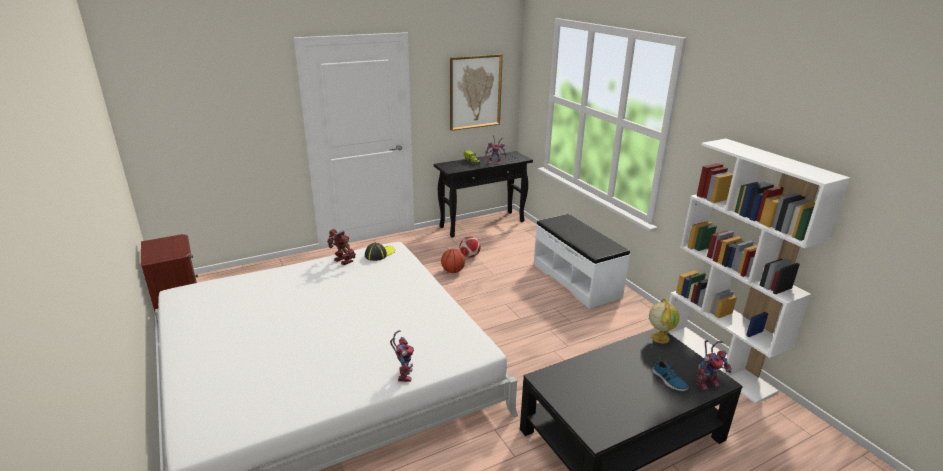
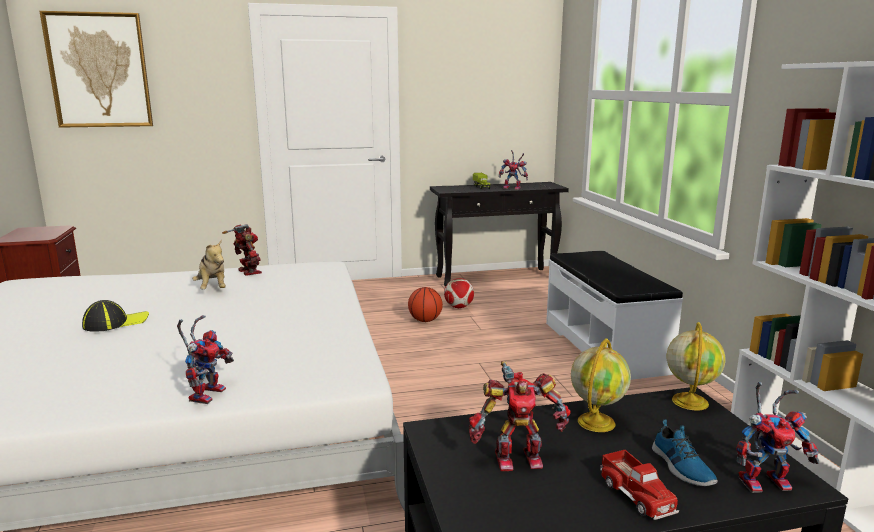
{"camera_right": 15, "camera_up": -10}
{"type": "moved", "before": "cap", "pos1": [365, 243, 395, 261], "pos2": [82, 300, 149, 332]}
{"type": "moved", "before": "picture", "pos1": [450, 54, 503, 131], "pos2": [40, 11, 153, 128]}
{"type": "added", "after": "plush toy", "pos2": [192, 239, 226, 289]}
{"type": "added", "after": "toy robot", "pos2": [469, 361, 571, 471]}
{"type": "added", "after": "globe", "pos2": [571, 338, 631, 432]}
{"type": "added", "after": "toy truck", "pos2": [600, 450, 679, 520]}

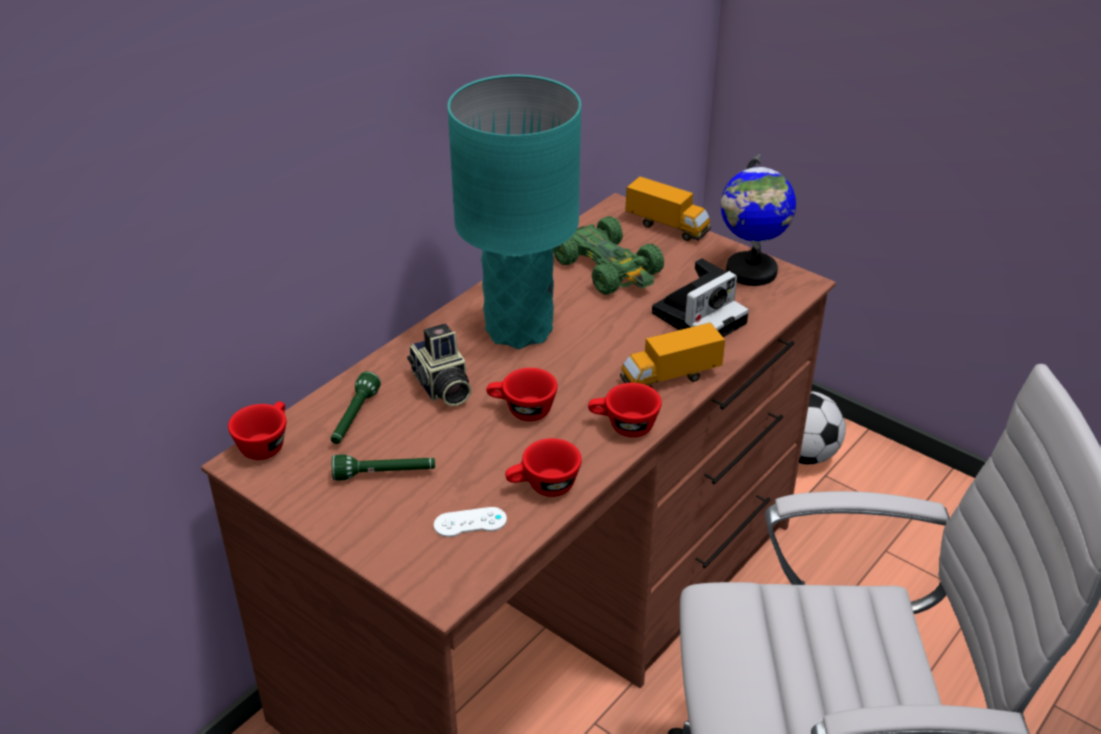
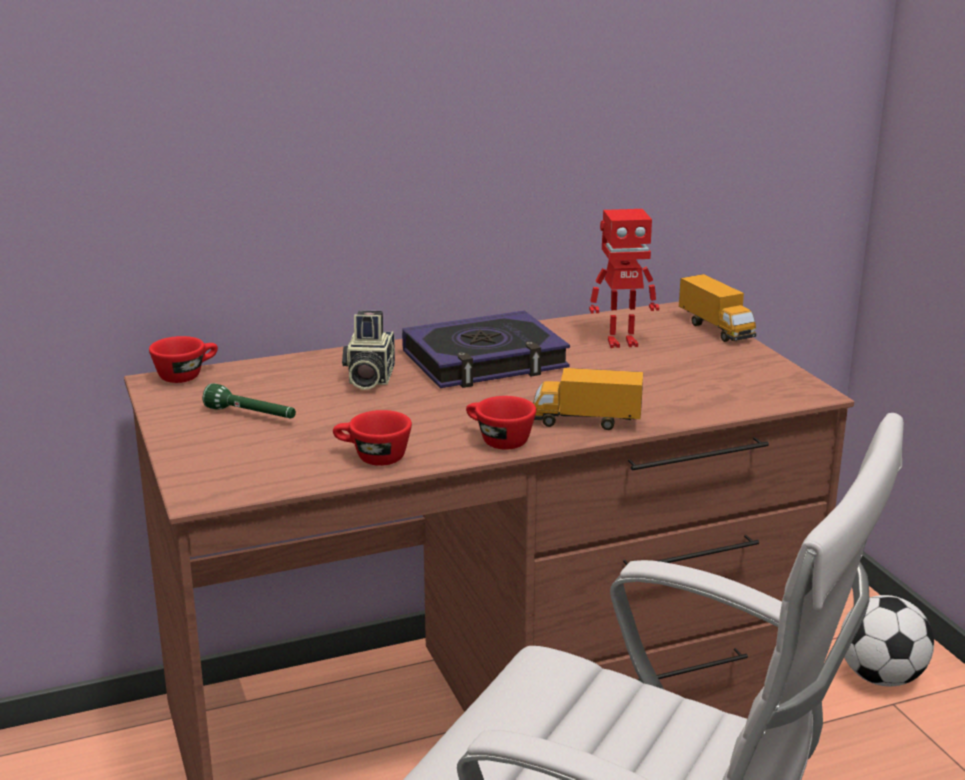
{"camera_right": 30, "camera_up": -15}
{"type": "removed", "before": "flashlight (green)", "pos1": [331, 371, 381, 444]}
{"type": "removed", "before": "game controller (white)", "pos1": [434, 507, 507, 537]}
{"type": "replaced", "before": "table lamp (turquoise)", "after": "book", "pos1": [447, 75, 581, 349], "pos2": [402, 310, 570, 388]}
{"type": "removed", "before": "cup (red)", "pos1": [486, 368, 558, 421]}
{"type": "replaced", "before": "toy car (green)", "after": "toy robot", "pos1": [553, 216, 664, 295], "pos2": [589, 209, 659, 348]}
{"type": "removed", "before": "photo camera", "pos1": [652, 258, 749, 337]}
{"type": "removed", "before": "globe", "pos1": [721, 154, 796, 286]}

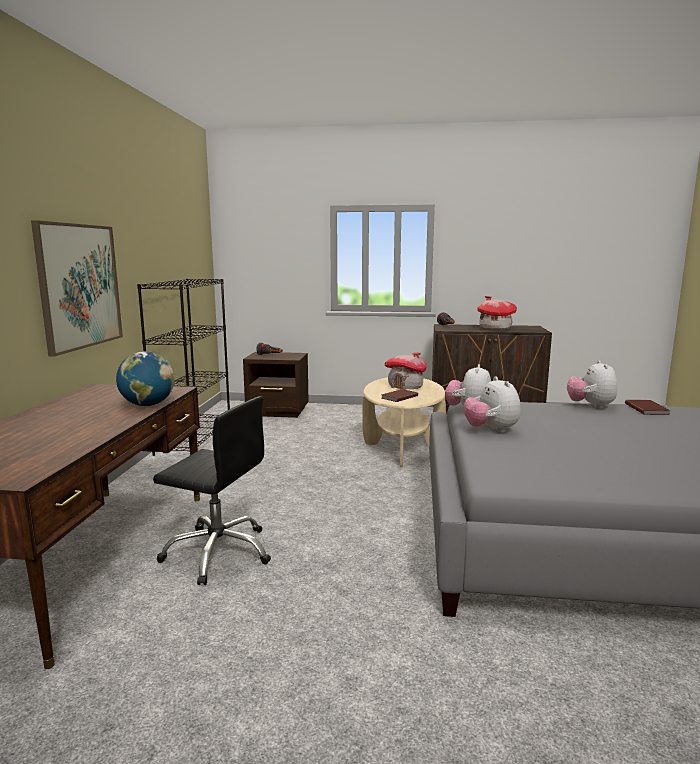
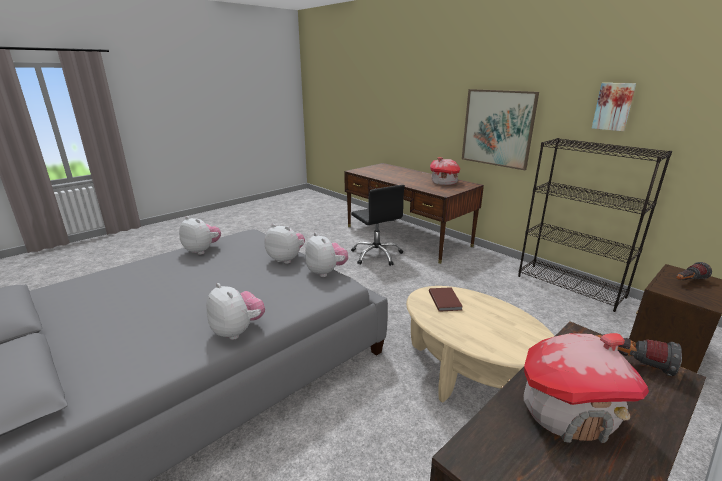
{"camera_right": 130, "camera_up": 10}
{"type": "removed", "before": "globe", "pos1": [116, 351, 175, 406]}
{"type": "turned", "before": "office chair (black)", "pos1": [153, 396, 271, 585], "pos2": [351, 185, 405, 266], "turn": -90}
{"type": "moved", "before": "toy house", "pos1": [385, 352, 427, 390], "pos2": [430, 157, 460, 185]}
{"type": "removed", "before": "book (brown)", "pos1": [625, 400, 671, 415]}
{"type": "added", "after": "plush toy", "pos2": [179, 216, 221, 255]}
{"type": "added", "after": "picture", "pos2": [592, 83, 636, 131]}

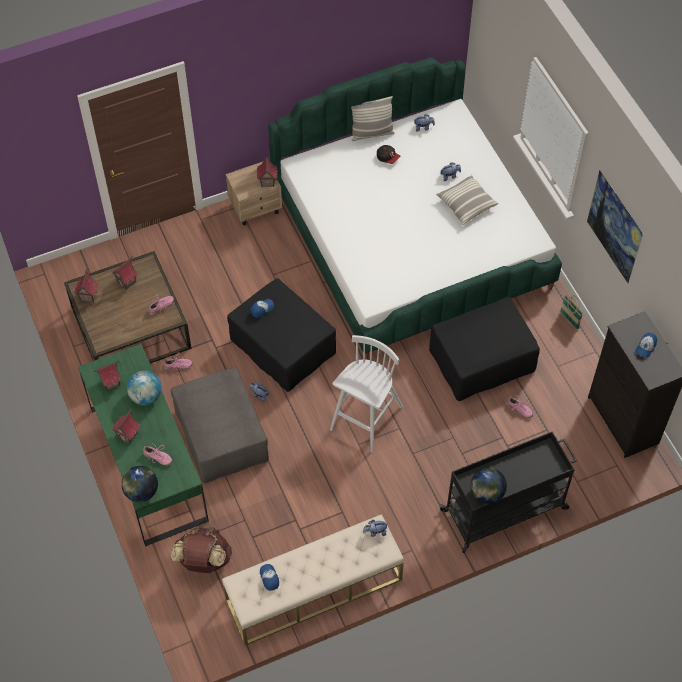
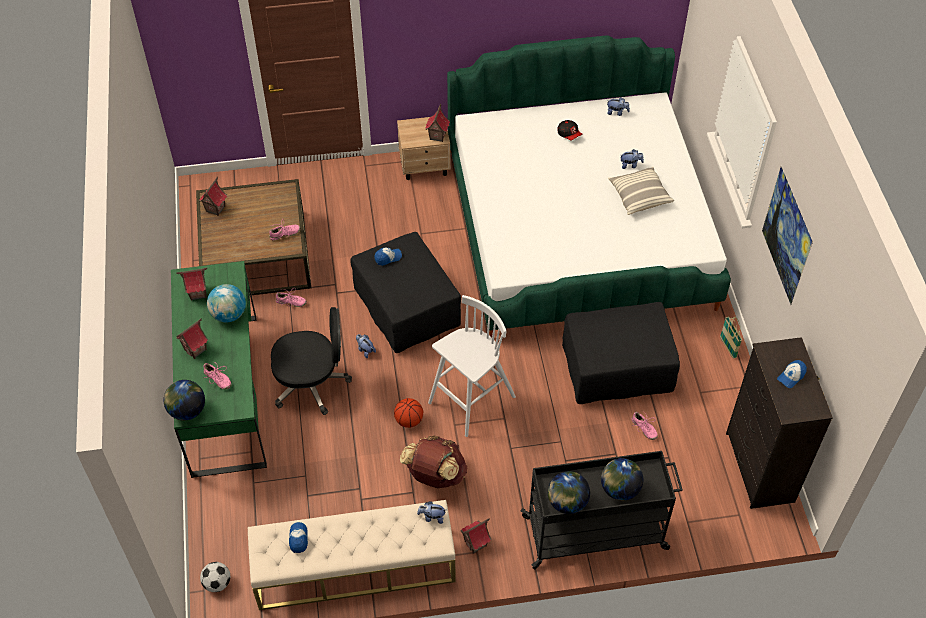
{"camera_right": 15, "camera_up": -5}
{"type": "moved", "before": "toy house", "pos1": [112, 257, 138, 290], "pos2": [460, 518, 492, 554]}
{"type": "replaced", "before": "ottoman (grey)", "after": "office chair (black)", "pos1": [171, 368, 269, 484], "pos2": [271, 307, 352, 415]}
{"type": "moved", "before": "backpack (brown)", "pos1": [171, 526, 232, 573], "pos2": [400, 435, 467, 488]}
{"type": "removed", "before": "pillow", "pos1": [351, 96, 395, 141]}
{"type": "added", "after": "football", "pos2": [200, 562, 230, 592]}
{"type": "added", "after": "basketball", "pos2": [394, 398, 423, 428]}
{"type": "added", "after": "globe", "pos2": [601, 458, 643, 501]}

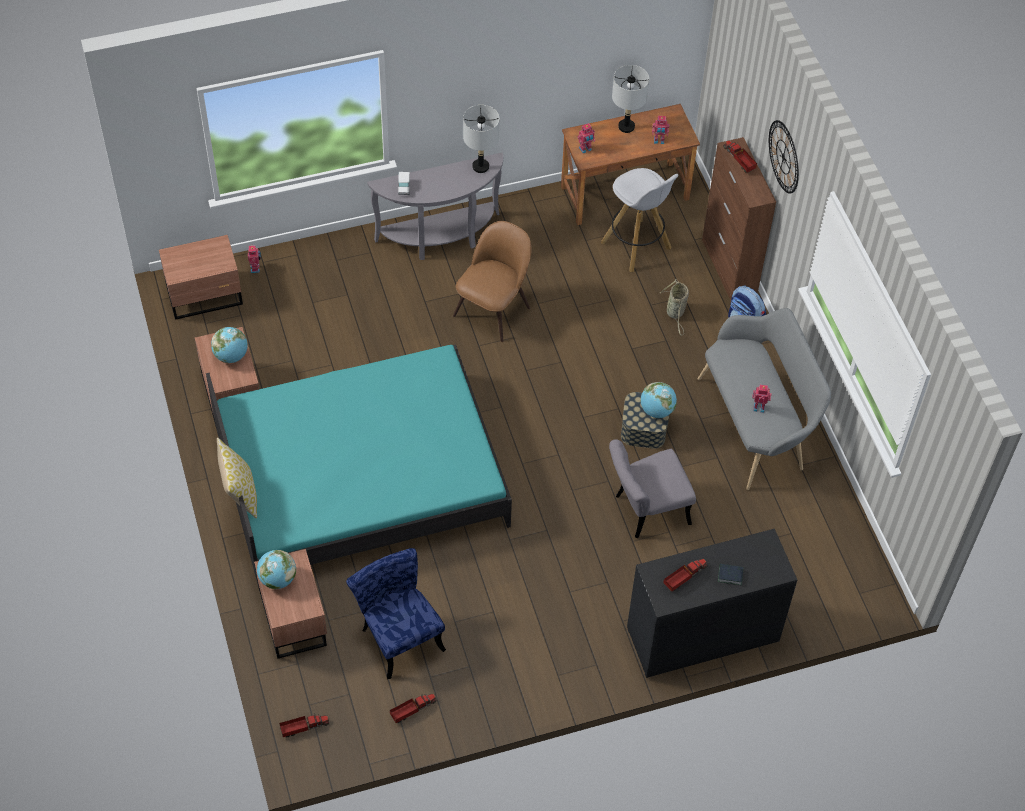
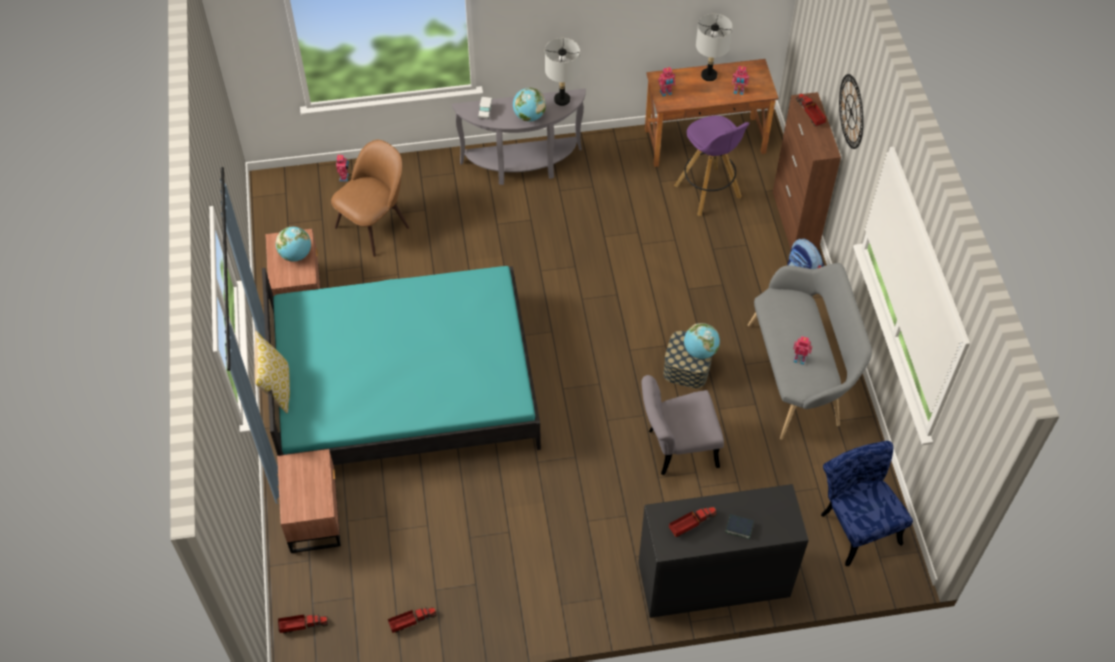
{"camera_right": 10, "camera_up": 0}
{"type": "removed", "before": "nightstand (brown)", "pos1": [159, 235, 243, 320]}
{"type": "moved", "before": "globe", "pos1": [257, 550, 296, 589], "pos2": [513, 88, 546, 121]}
{"type": "moved", "before": "chair (blue)", "pos1": [346, 548, 446, 679], "pos2": [821, 441, 913, 566]}
{"type": "moved", "before": "chair (brown)", "pos1": [453, 221, 532, 342], "pos2": [331, 140, 409, 257]}
{"type": "recoloured", "before": "stool (white)", "after": "stool (purple)", "pos1": [601, 168, 679, 272], "pos2": [674, 115, 749, 216]}
{"type": "removed", "before": "basket", "pos1": [660, 279, 689, 335]}

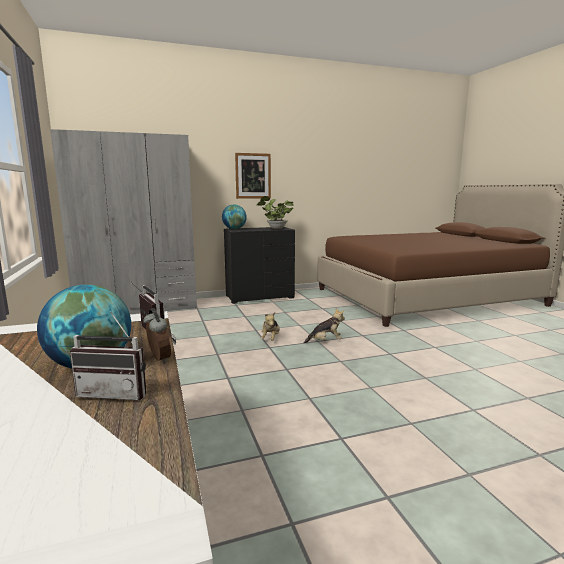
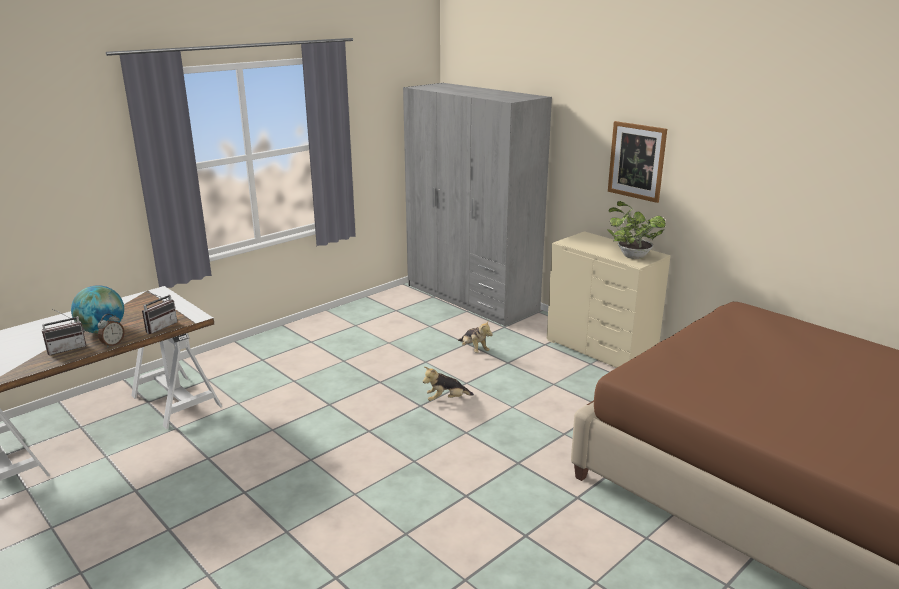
{"camera_right": 65, "camera_up": 10}
{"type": "turned", "before": "radio", "pos1": [70, 312, 146, 400], "pos2": [42, 309, 87, 355], "turn": -105}
{"type": "removed", "before": "globe", "pos1": [222, 205, 247, 229]}
{"type": "recoloured", "before": "dresser (black)", "after": "dresser (beige)", "pos1": [224, 227, 295, 304], "pos2": [547, 231, 671, 368]}
{"type": "moved", "before": "plush toy", "pos1": [304, 308, 345, 344], "pos2": [458, 321, 493, 353]}

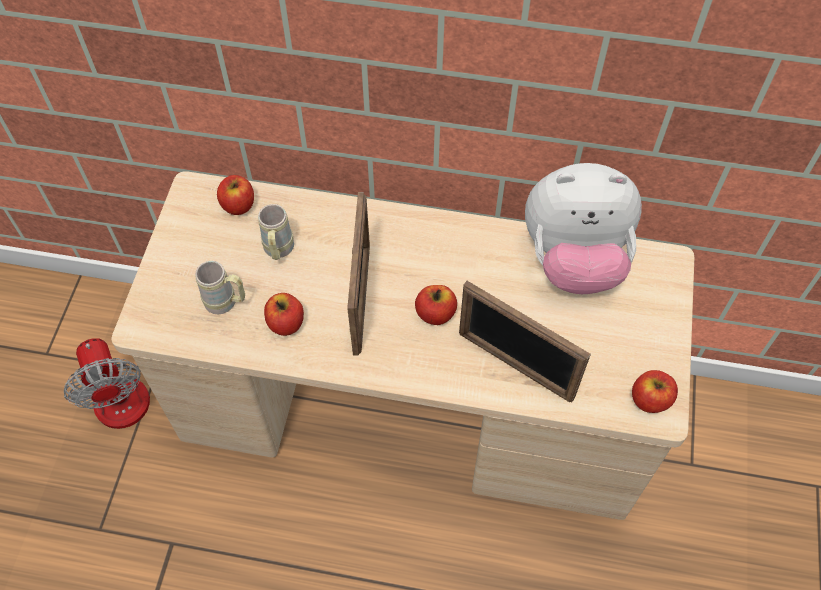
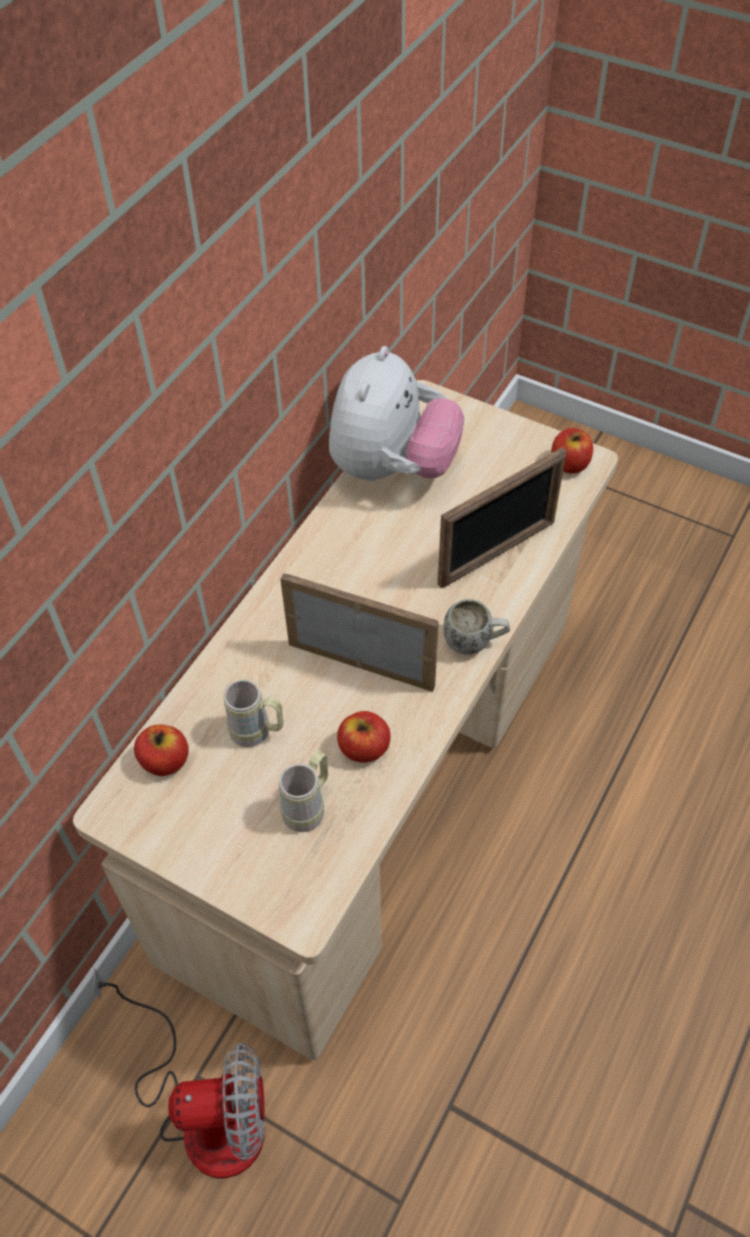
{"camera_right": -70, "camera_up": -5}
{"type": "removed", "before": "apple", "pos1": [415, 285, 457, 325]}
{"type": "added", "after": "mug (white)", "pos2": [443, 599, 510, 655]}

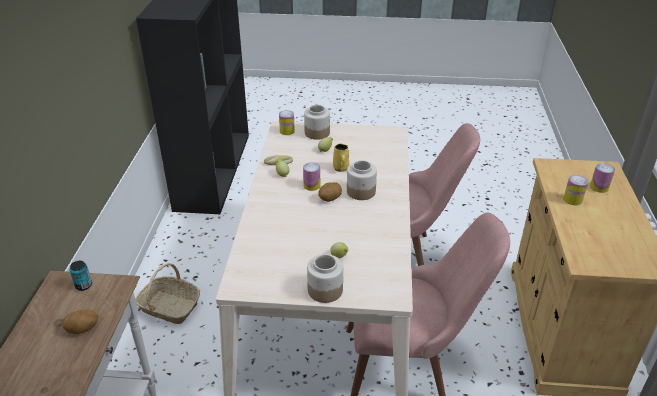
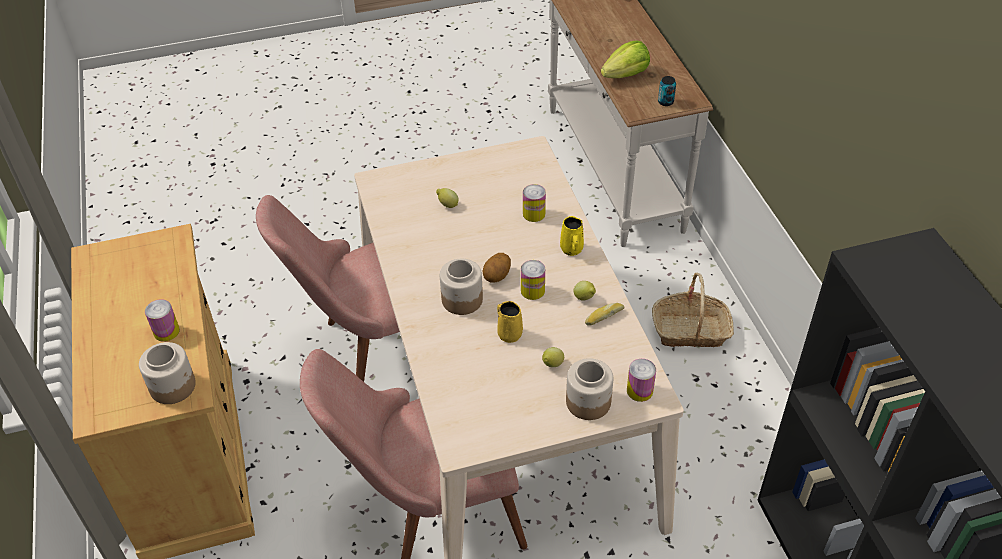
{"camera_right": 160, "camera_up": 10}
{"type": "replaced", "before": "potato", "after": "lettuce", "pos1": [62, 310, 98, 334], "pos2": [601, 41, 650, 78]}
{"type": "moved", "before": "jar", "pos1": [307, 254, 343, 303], "pos2": [139, 342, 196, 404]}
{"type": "moved", "before": "can", "pos1": [590, 163, 615, 193], "pos2": [523, 184, 546, 222]}
{"type": "added", "after": "mug (yellow)", "pos2": [560, 216, 584, 256]}

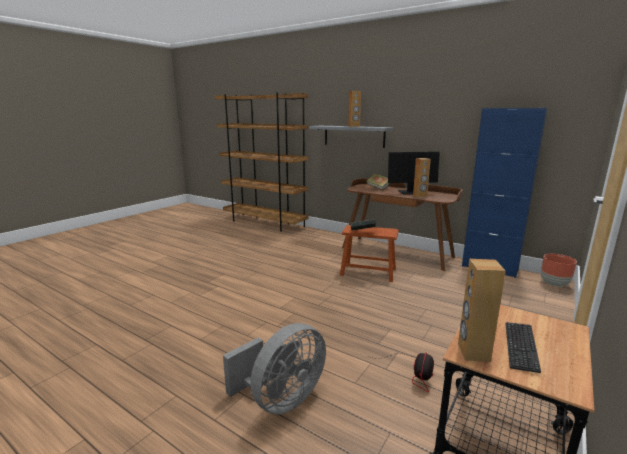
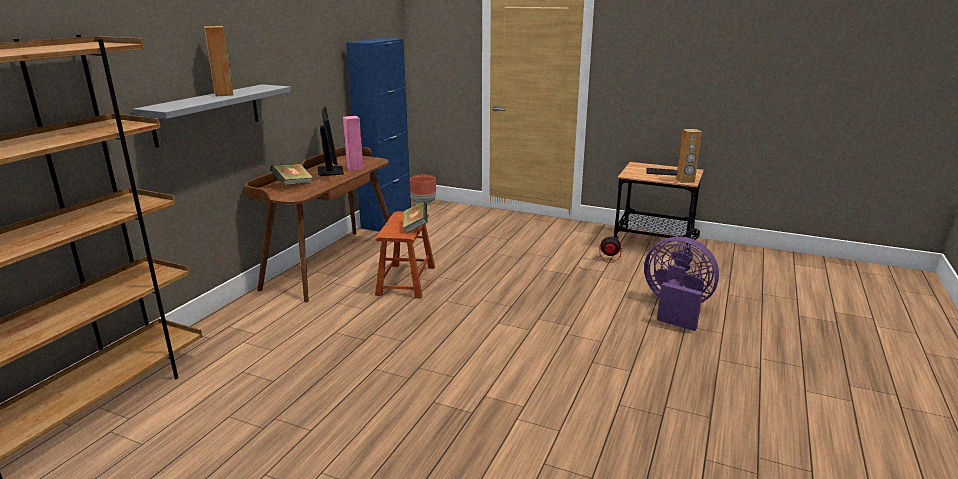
{"camera_right": -100, "camera_up": 5}
{"type": "recoloured", "before": "fan (grey)", "after": "fan (purple)", "pos1": [223, 323, 326, 414], "pos2": [644, 236, 719, 331]}
{"type": "recoloured", "before": "speaker (brown)", "after": "speaker (pink)", "pos1": [413, 158, 431, 198], "pos2": [343, 116, 363, 171]}

